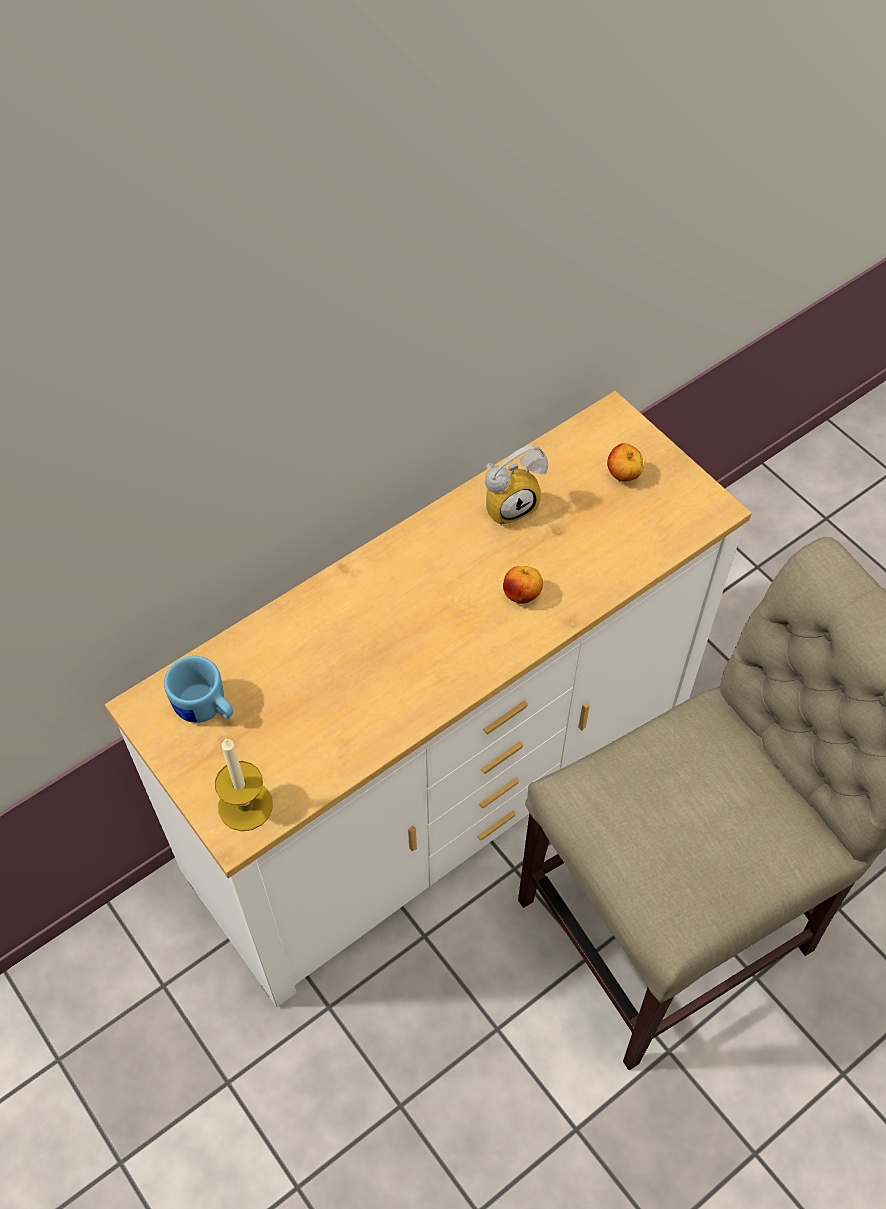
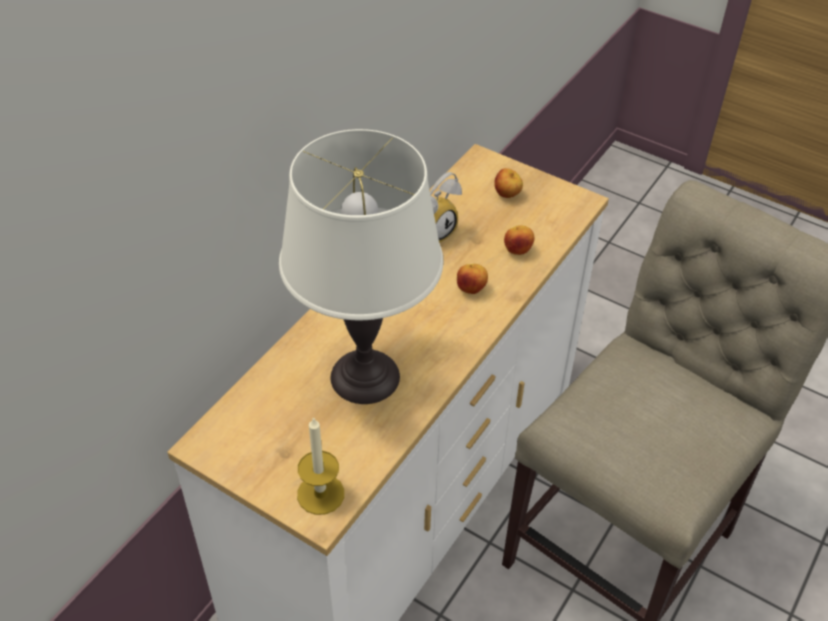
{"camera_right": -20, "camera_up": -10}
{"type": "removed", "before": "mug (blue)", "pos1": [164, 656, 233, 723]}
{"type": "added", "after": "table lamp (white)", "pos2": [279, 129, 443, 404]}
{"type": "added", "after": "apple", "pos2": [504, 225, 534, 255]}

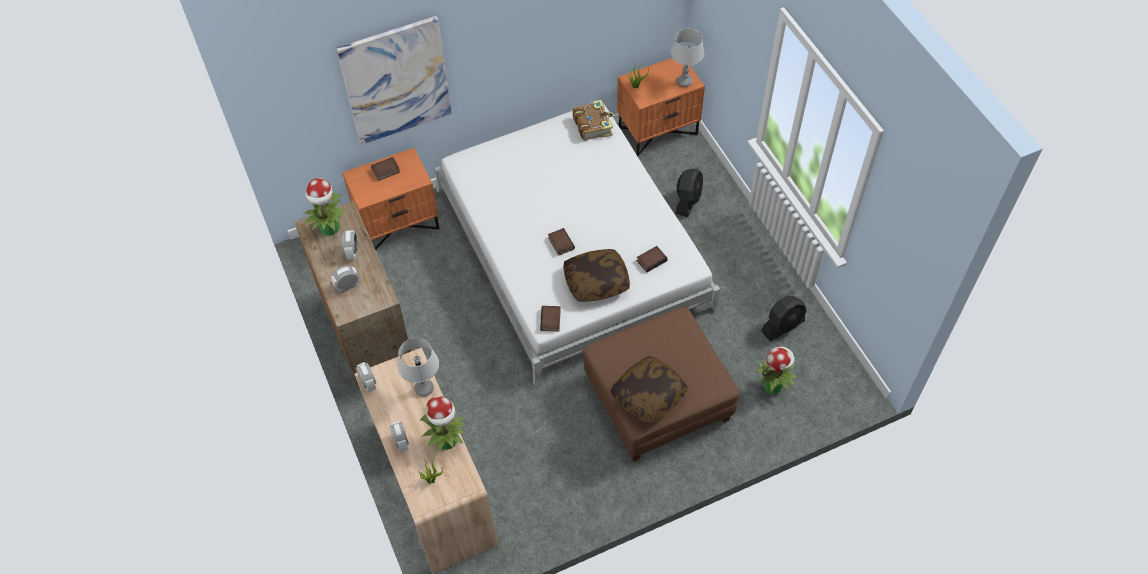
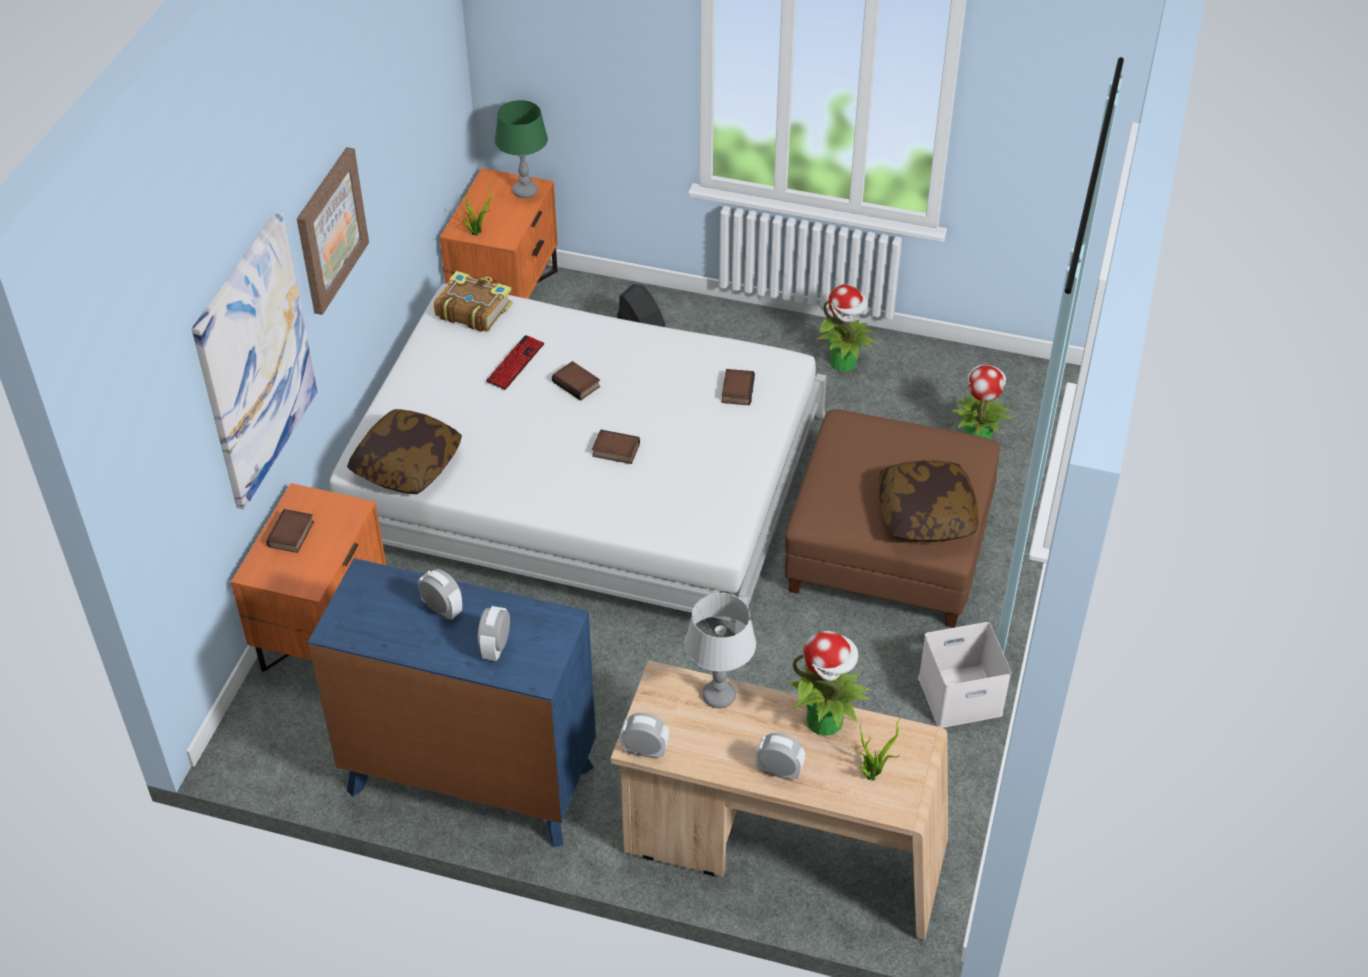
{"camera_right": -50, "camera_up": -10}
{"type": "recoloured", "before": "dresser (brown)", "after": "dresser (blue)", "pos1": [295, 201, 411, 395], "pos2": [308, 558, 596, 848]}
{"type": "moved", "before": "potted plant", "pos1": [303, 178, 346, 236], "pos2": [816, 284, 877, 371]}
{"type": "moved", "before": "book", "pos1": [540, 306, 561, 331], "pos2": [552, 361, 600, 401]}
{"type": "moved", "before": "pillow", "pos1": [563, 249, 630, 302], "pos2": [347, 409, 462, 494]}
{"type": "recoloured", "before": "table lamp (grey)", "after": "table lamp (green)", "pos1": [671, 29, 704, 87], "pos2": [495, 100, 548, 198]}
{"type": "removed", "before": "fan (black)", "pos1": [761, 296, 807, 341]}
{"type": "added", "after": "picture", "pos2": [297, 147, 369, 315]}
{"type": "added", "after": "keyboard", "pos2": [486, 335, 544, 390]}
{"type": "added", "after": "storage box (white)", "pos2": [918, 622, 1011, 728]}

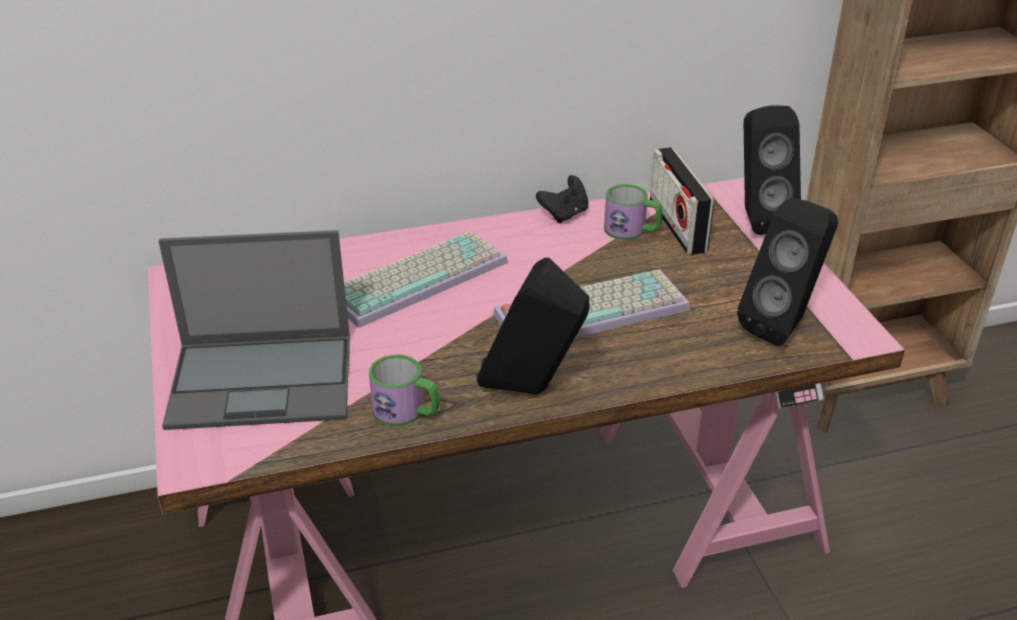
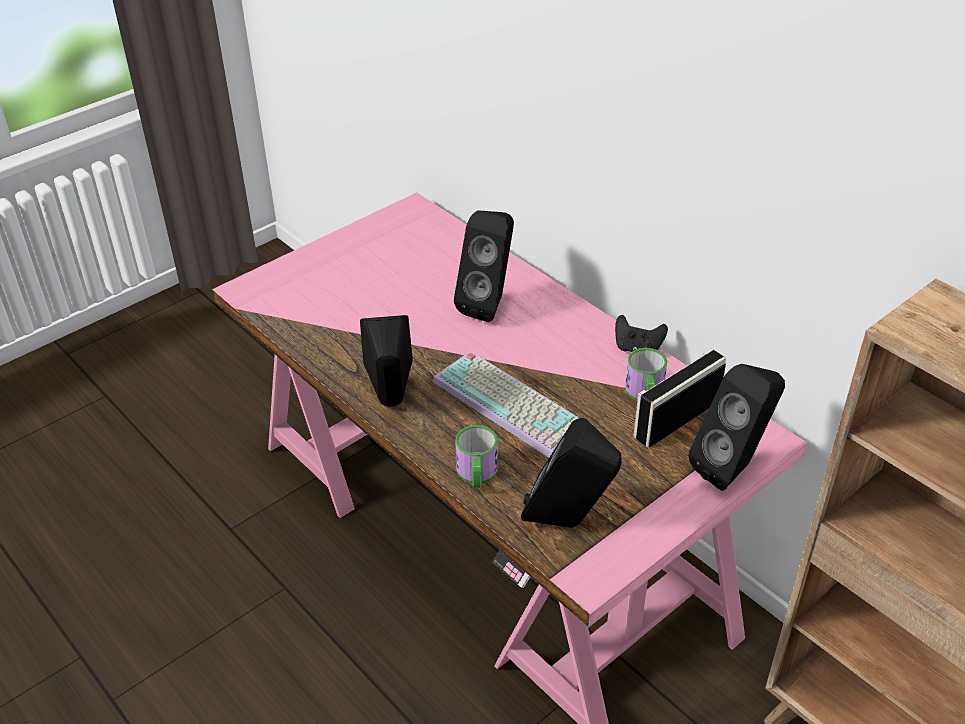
{"camera_right": 65, "camera_up": 5}
{"type": "removed", "before": "laptop", "pos1": [159, 230, 350, 430]}
{"type": "replaced", "before": "keyboard", "after": "speaker (black)", "pos1": [344, 231, 508, 328], "pos2": [454, 210, 514, 322]}
{"type": "moved", "before": "mug", "pos1": [369, 355, 440, 426], "pos2": [455, 425, 498, 488]}

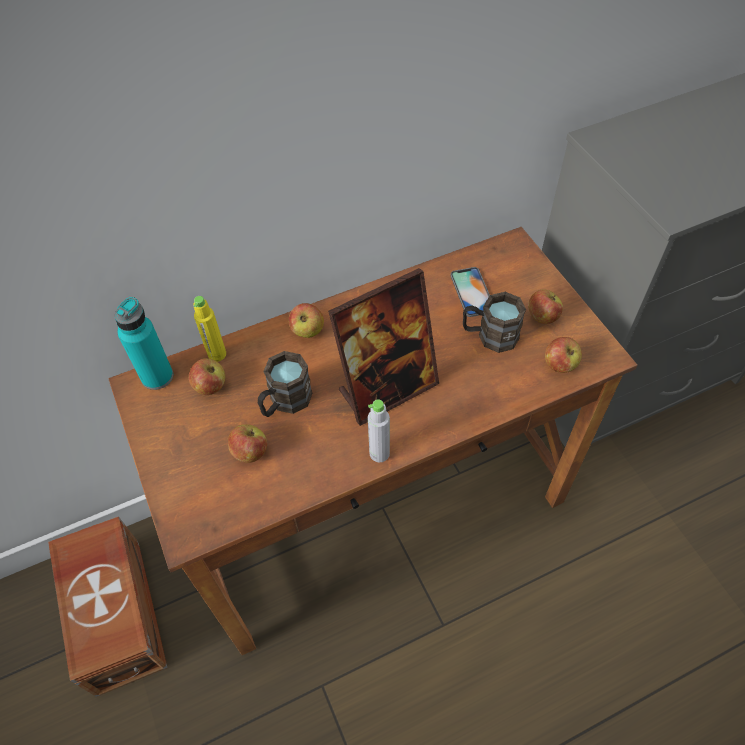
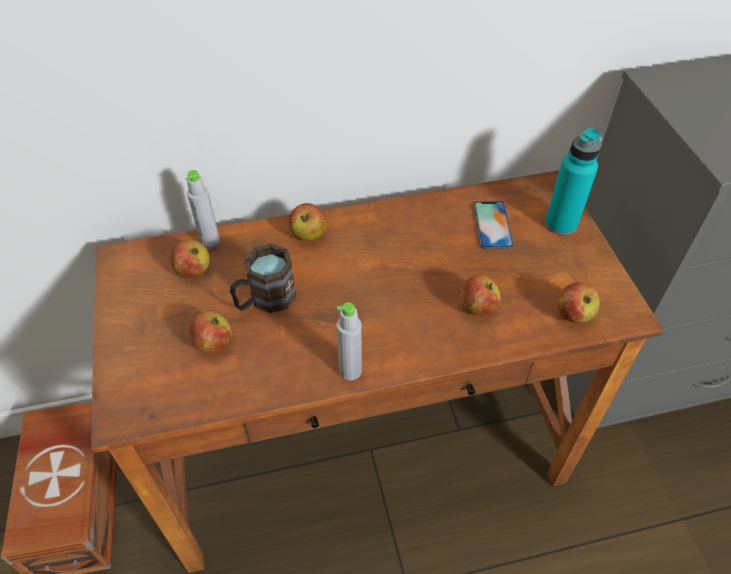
{"camera_right": 10, "camera_up": -5}
{"type": "moved", "before": "bottle (turquoise)", "pos1": [115, 297, 173, 390], "pos2": [545, 128, 602, 235]}
{"type": "recoloured", "before": "bottle (yellow)", "after": "bottle (grey)", "pos1": [193, 296, 226, 362], "pos2": [186, 170, 220, 249]}
{"type": "removed", "before": "picture frame", "pos1": [328, 268, 439, 426]}
{"type": "removed", "before": "mug (brown)", "pos1": [463, 292, 526, 353]}
{"type": "moved", "before": "apple", "pos1": [528, 289, 563, 324], "pos2": [460, 275, 501, 316]}

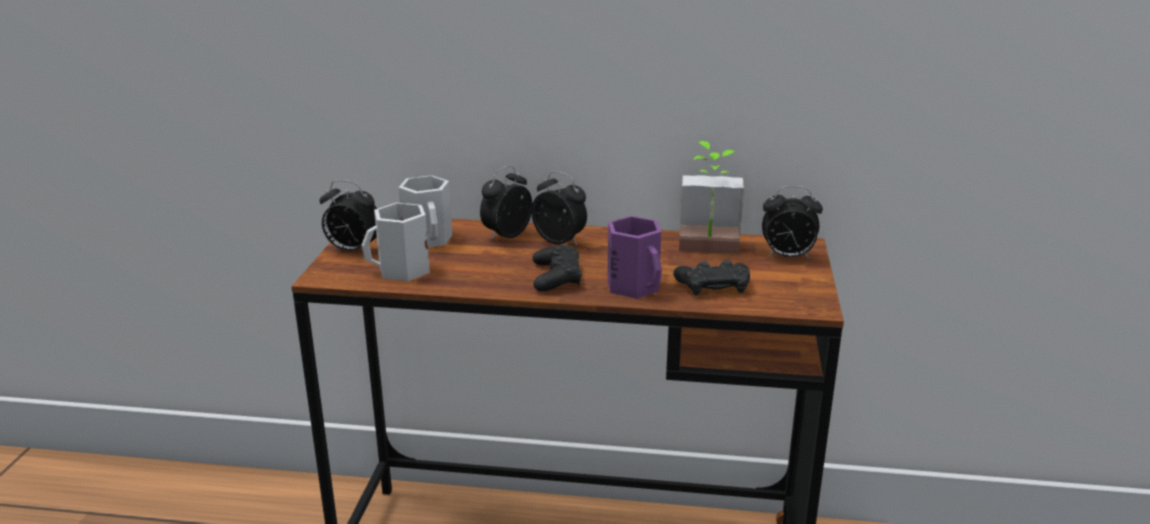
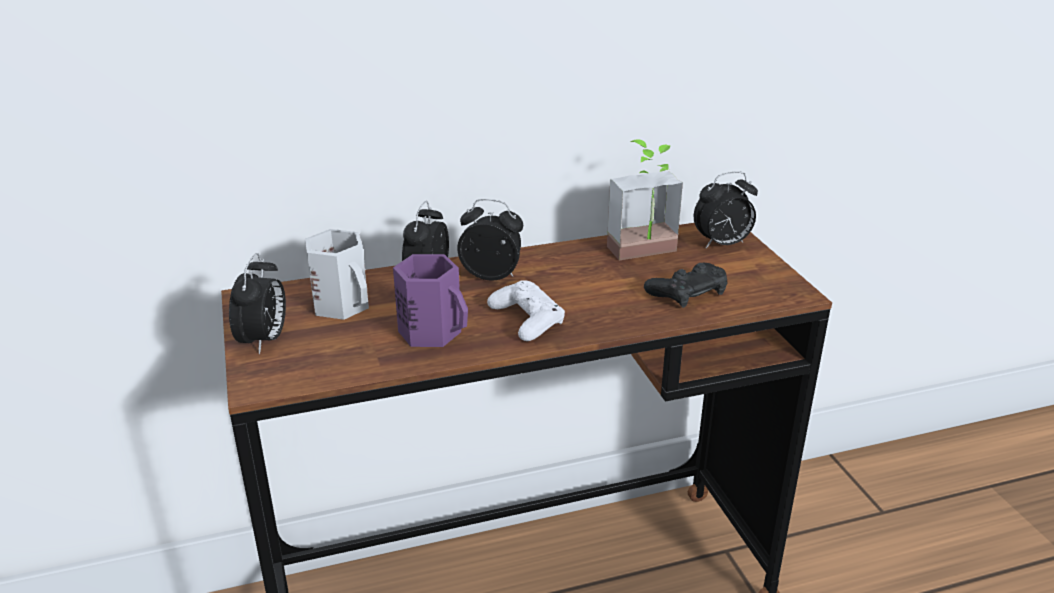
{"camera_right": -25, "camera_up": 5}
{"type": "turned", "before": "alarm clock", "pos1": [319, 180, 377, 251], "pos2": [229, 253, 286, 354], "turn": -75}
{"type": "removed", "before": "mug (white)", "pos1": [361, 202, 430, 281]}
{"type": "recoloured", "before": "game controller (black)", "after": "game controller (white)", "pos1": [532, 245, 582, 291], "pos2": [487, 280, 565, 341]}
{"type": "moved", "before": "mug (purple)", "pos1": [607, 216, 662, 299], "pos2": [393, 254, 468, 347]}

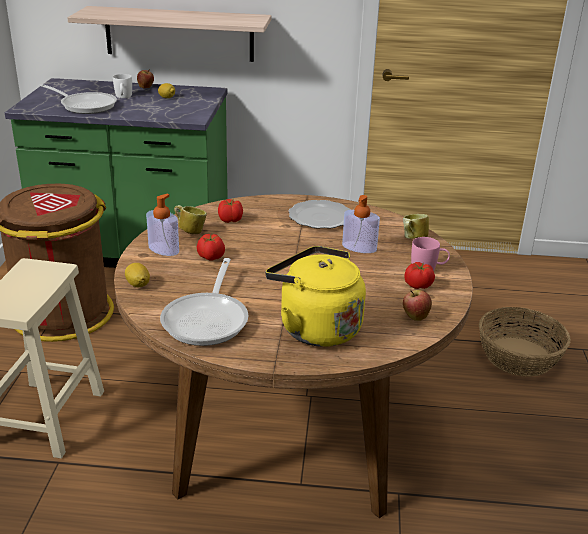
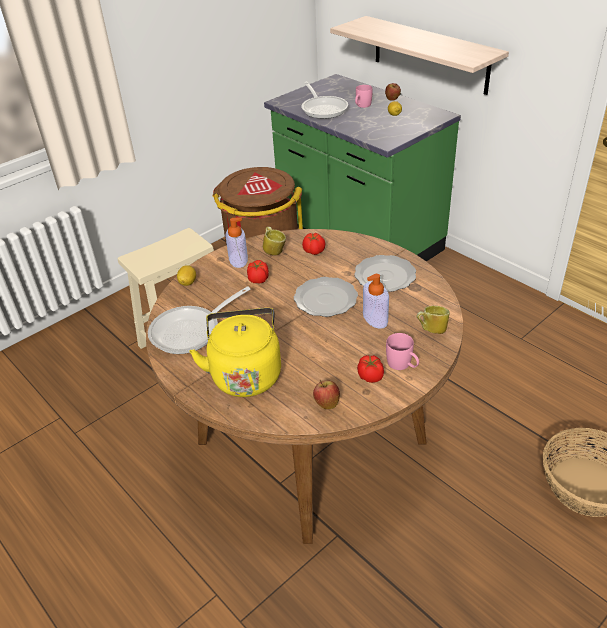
{"camera_right": 45, "camera_up": 10}
{"type": "recoloured", "before": "mug (white)", "after": "mug (pink)", "pos1": [113, 74, 132, 98], "pos2": [355, 85, 373, 108]}
{"type": "added", "after": "plate", "pos2": [294, 277, 358, 317]}

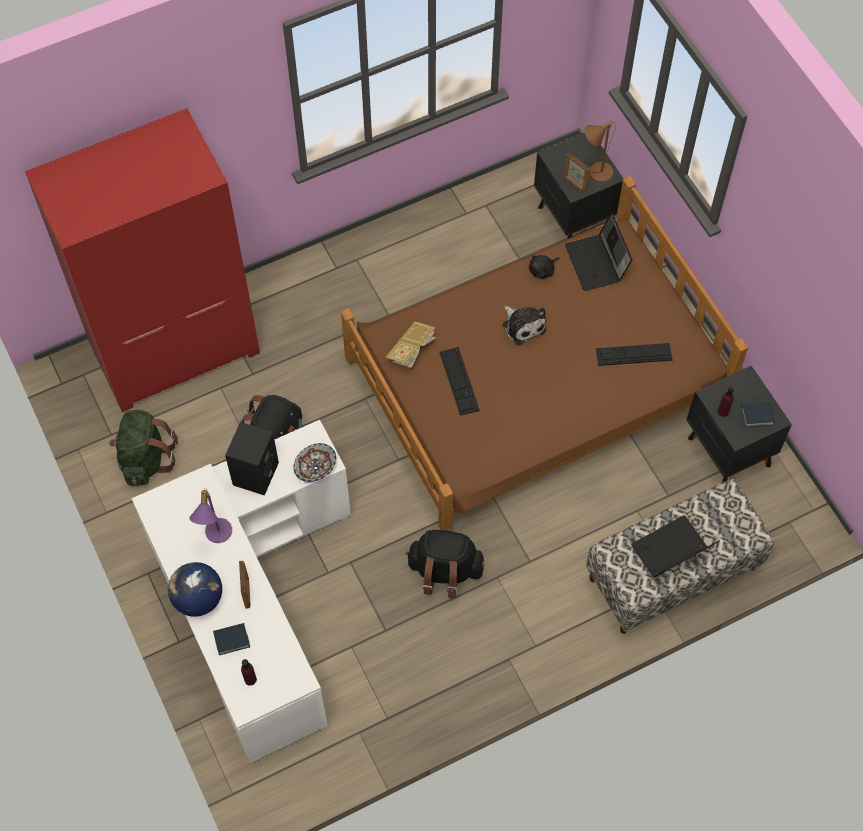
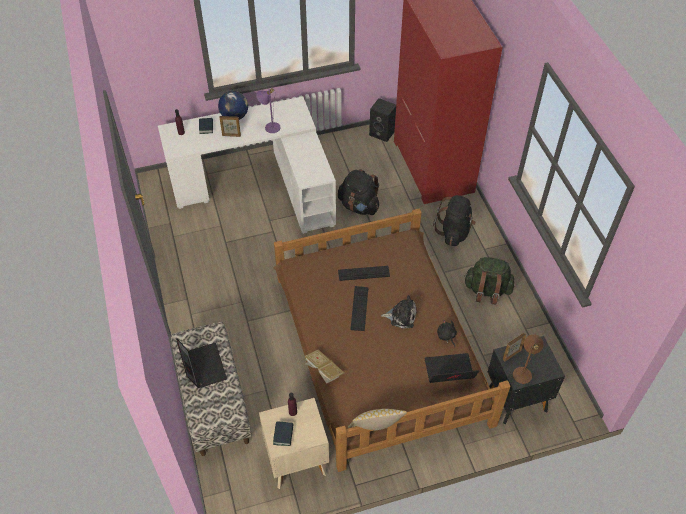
{"camera_right": 100, "camera_up": -10}
{"type": "moved", "before": "backpack (green)", "pos1": [109, 410, 178, 486], "pos2": [464, 257, 515, 304]}
{"type": "moved", "before": "speaker (black)", "pos1": [225, 422, 279, 496], "pos2": [369, 98, 396, 142]}
{"type": "removed", "before": "bowl", "pos1": [294, 443, 336, 482]}
{"type": "moved", "before": "book", "pos1": [385, 322, 436, 368], "pos2": [305, 350, 344, 384]}
{"type": "moved", "before": "backpack (black)", "pos1": [406, 528, 484, 598], "pos2": [433, 195, 476, 246]}
{"type": "turned", "before": "plush toy", "pos1": [503, 306, 546, 346], "pos2": [381, 295, 417, 329], "turn": -150}
{"type": "moved", "before": "keyboard", "pos1": [596, 343, 673, 366], "pos2": [350, 286, 369, 331]}
{"type": "recoloured", "before": "nightstand (black)", "after": "nightstand (beige)", "pos1": [687, 366, 792, 483], "pos2": [259, 398, 329, 489]}
{"type": "added", "after": "pillow", "pos2": [348, 409, 407, 431]}

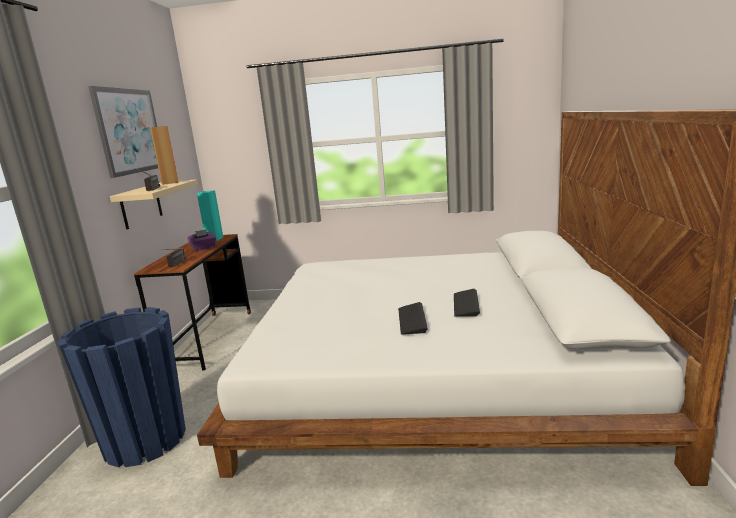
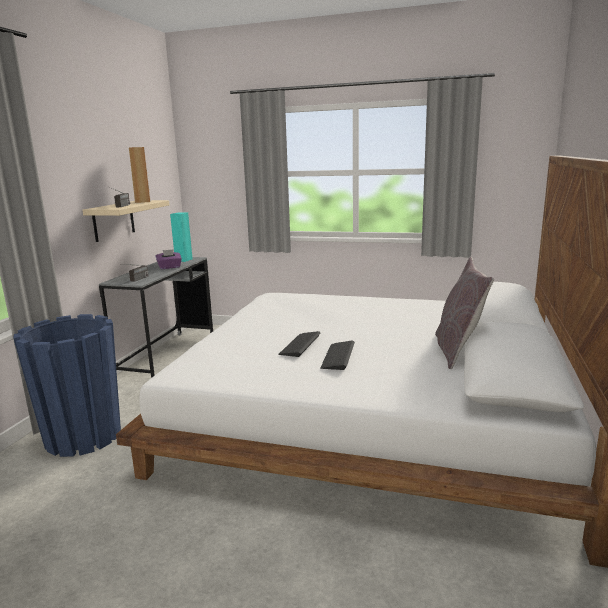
{"camera_right": 10, "camera_up": 0}
{"type": "removed", "before": "picture", "pos1": [88, 86, 158, 178]}
{"type": "recoloured", "before": "desk (brown)", "after": "desk (grey)", "pos1": [134, 234, 251, 370], "pos2": [99, 257, 213, 378]}
{"type": "moved", "before": "keyboard", "pos1": [454, 289, 480, 317], "pos2": [278, 331, 320, 357]}
{"type": "added", "after": "pillow (grey)", "pos2": [435, 257, 494, 369]}

